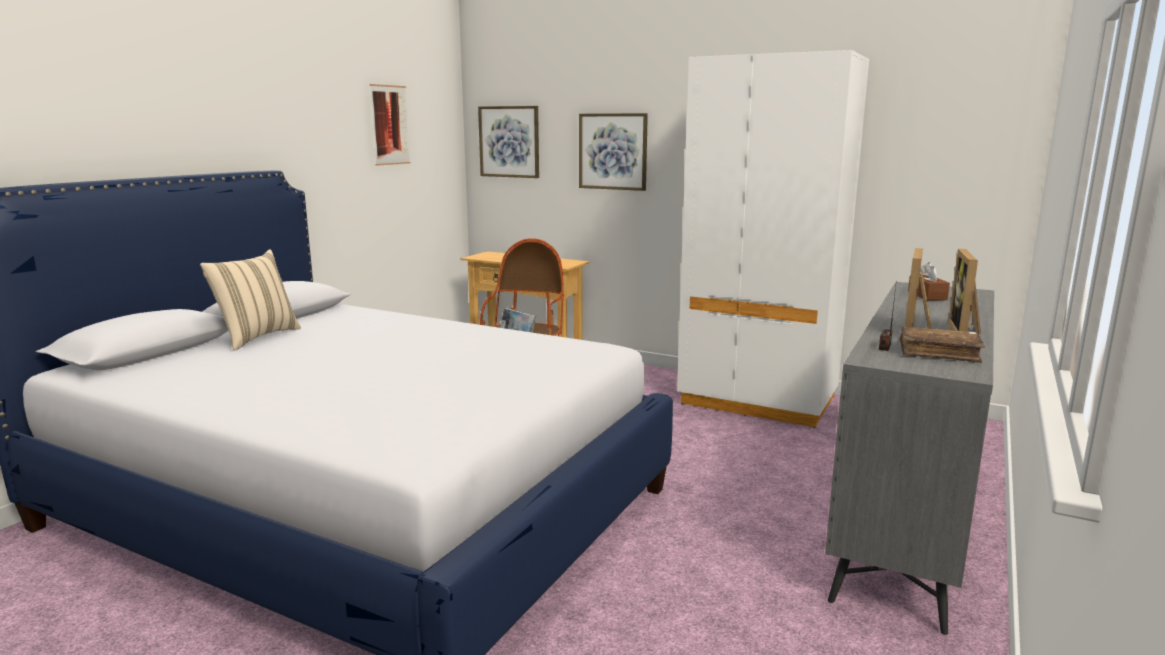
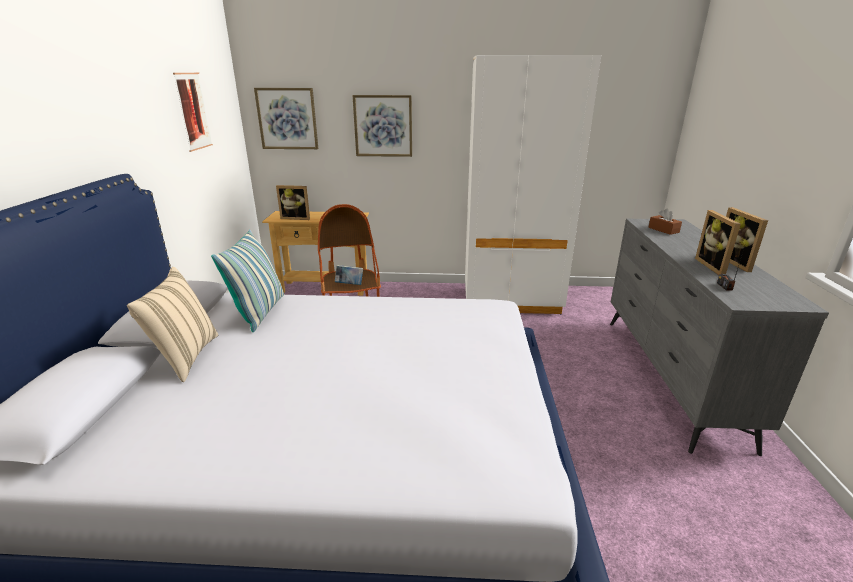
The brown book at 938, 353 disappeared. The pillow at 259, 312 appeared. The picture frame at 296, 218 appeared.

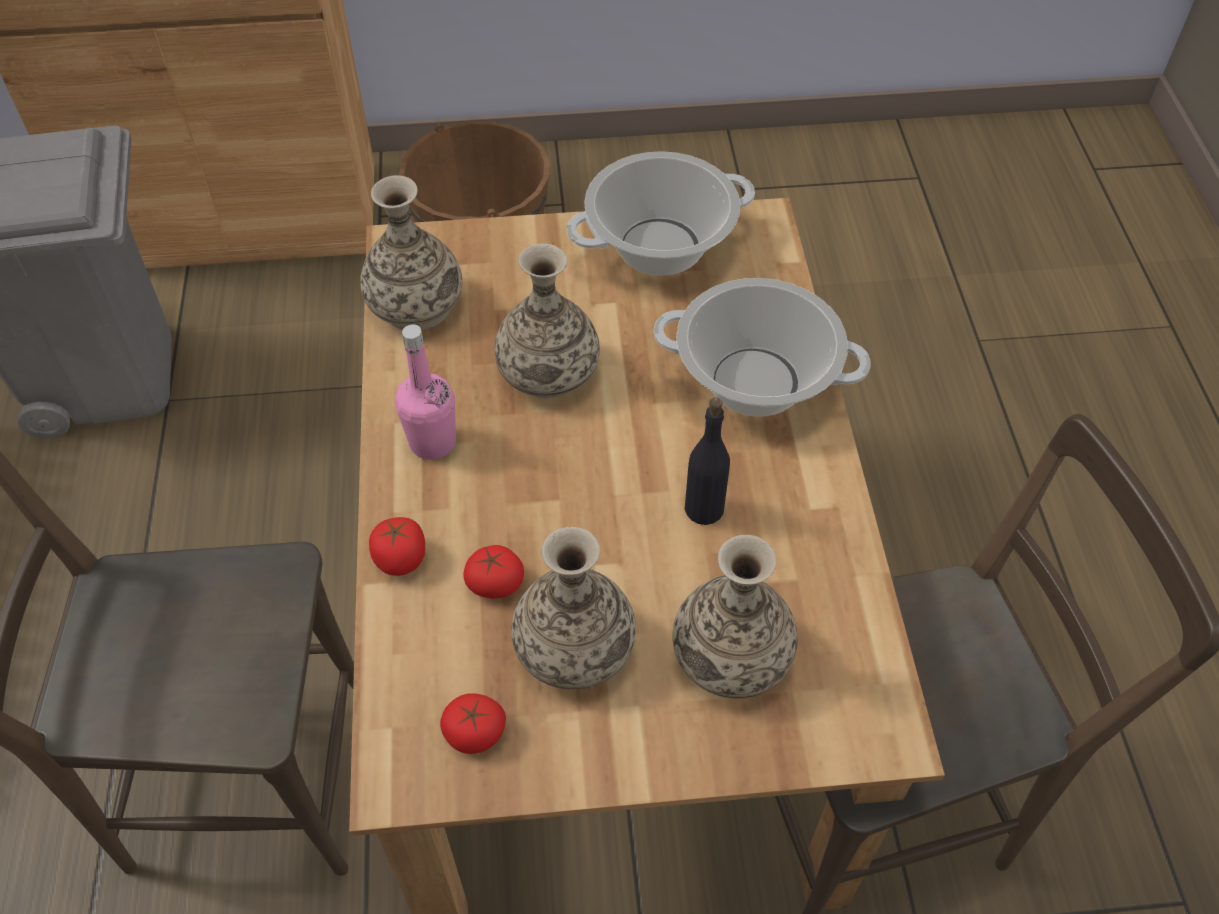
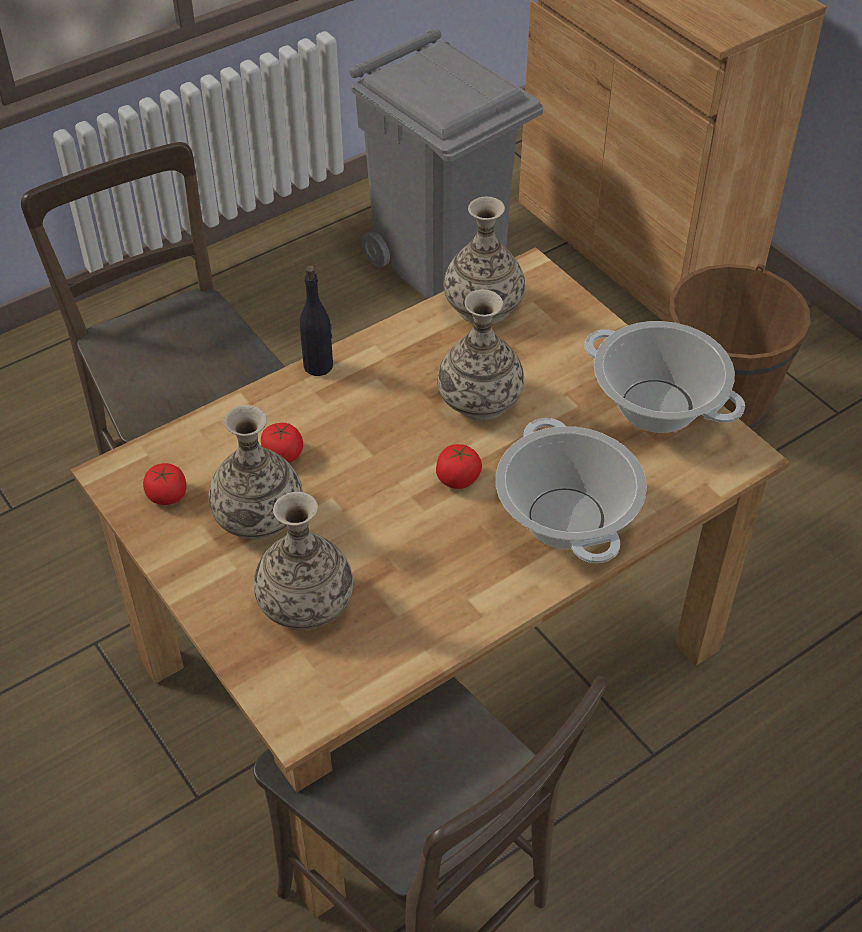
The tomato moved from 401, 559 to 458, 479. The pink bottle at 432, 442 disappeared. The black bottle moved from 704, 508 to 319, 366.

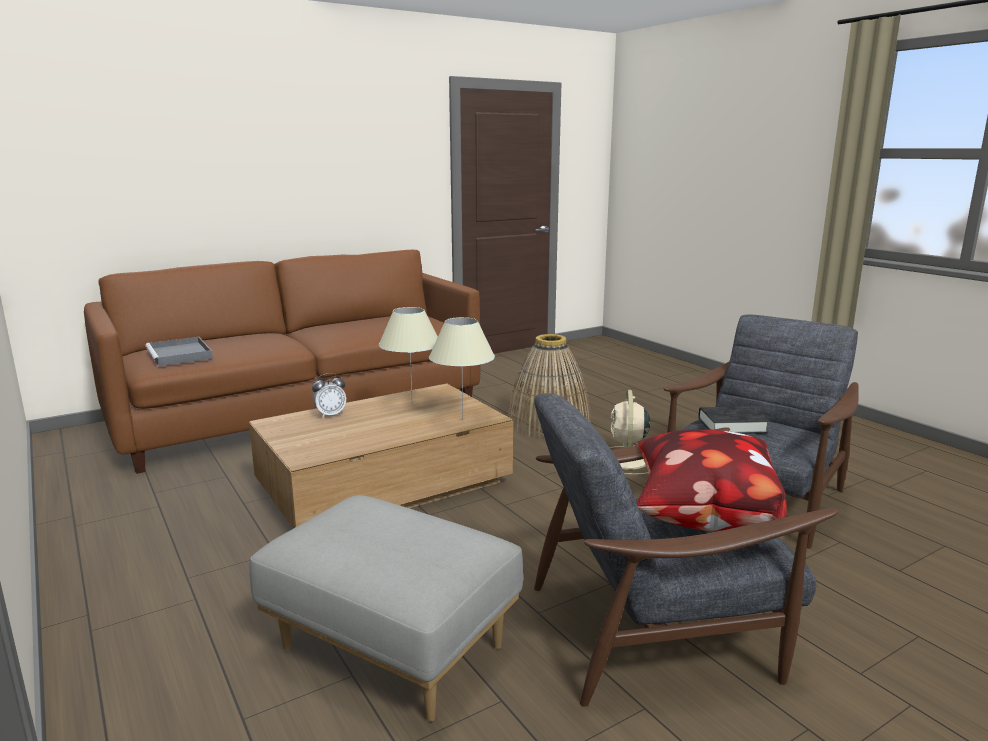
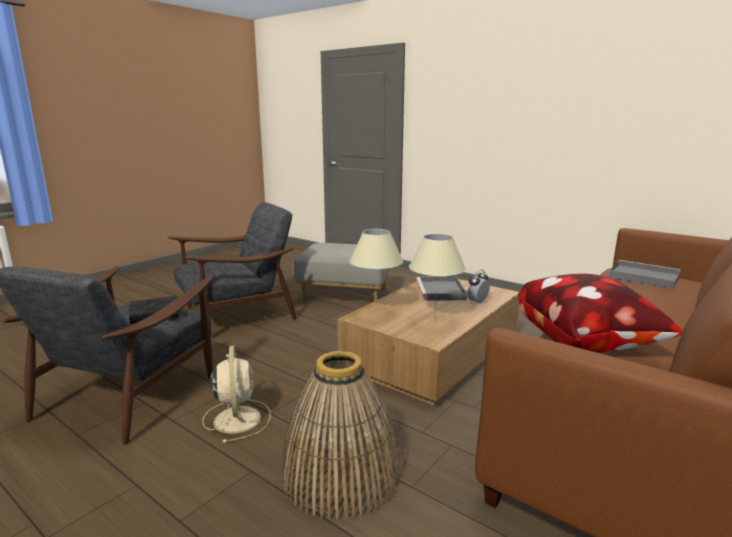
The pillow moved from 700, 518 to 586, 343. The grey tray at 441, 291 appeared.

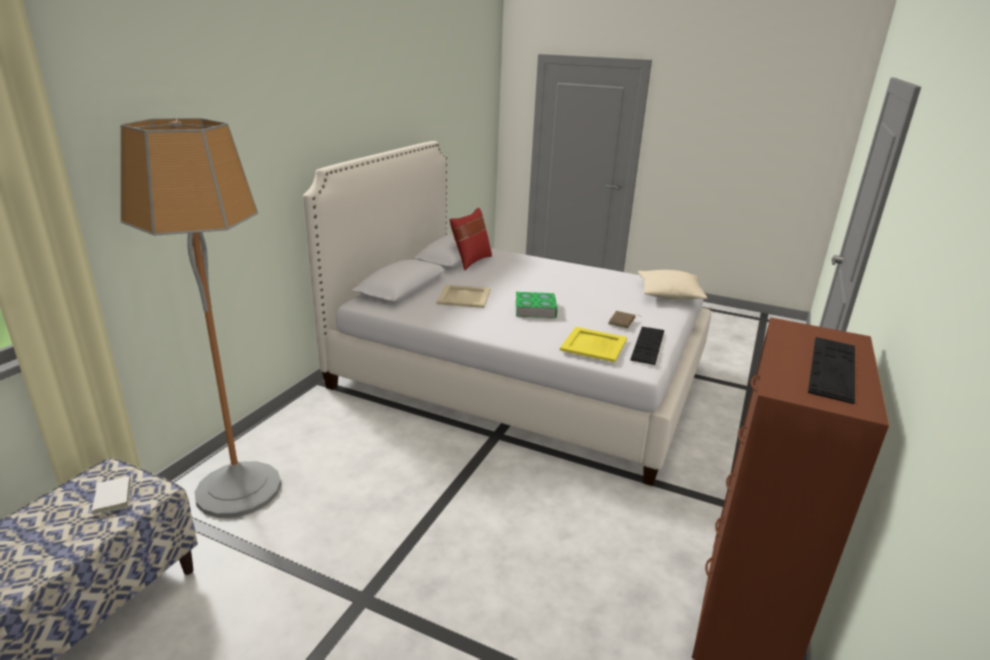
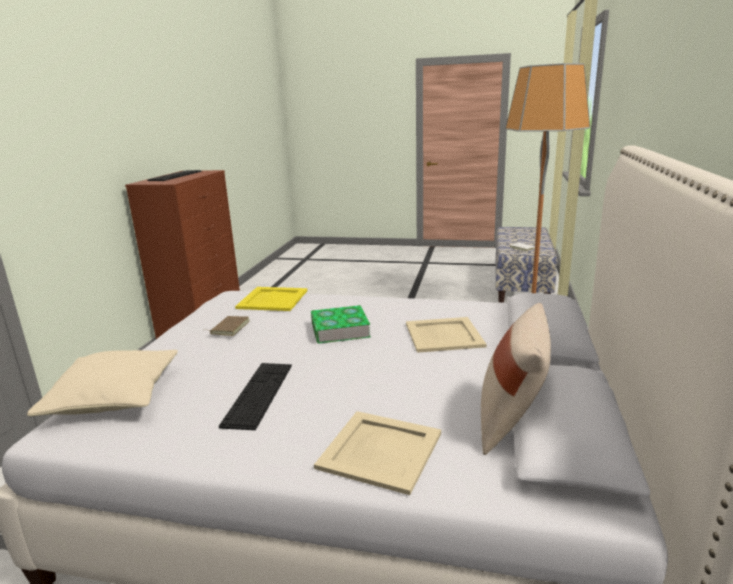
The red pillow at 470, 261 became the beige pillow at 511, 423. The keyboard moved from 648, 345 to 259, 394. The beige tray at 379, 450 appeared.

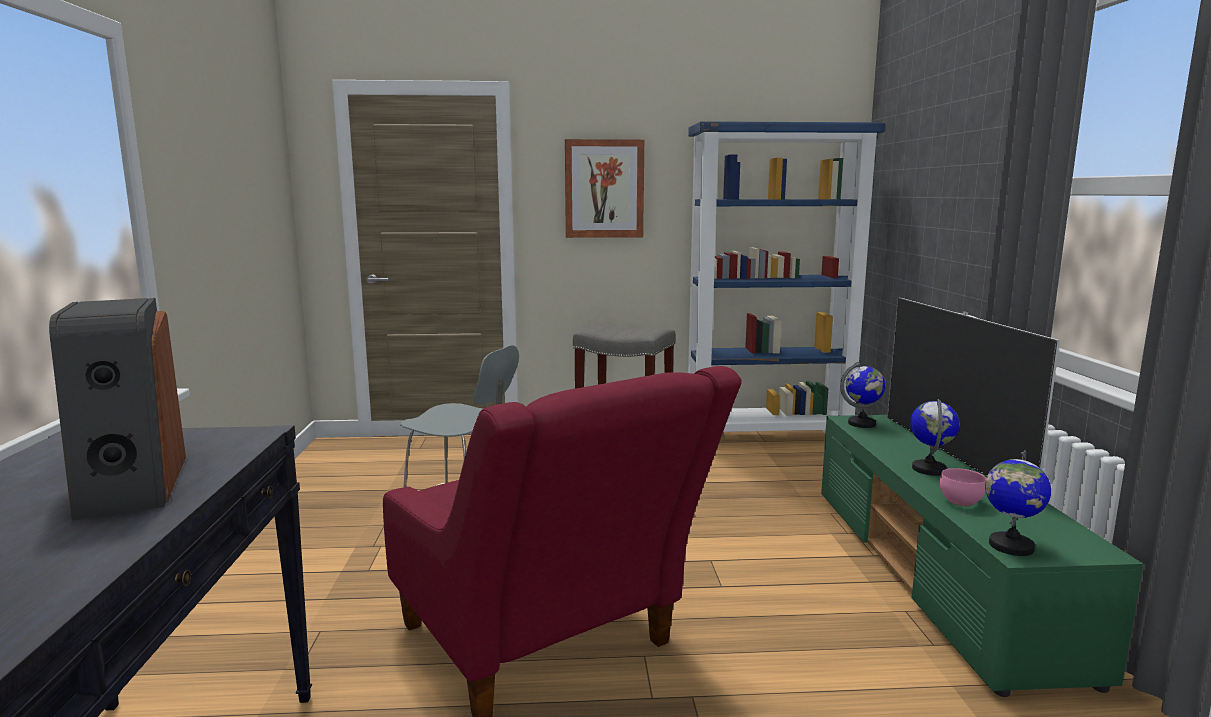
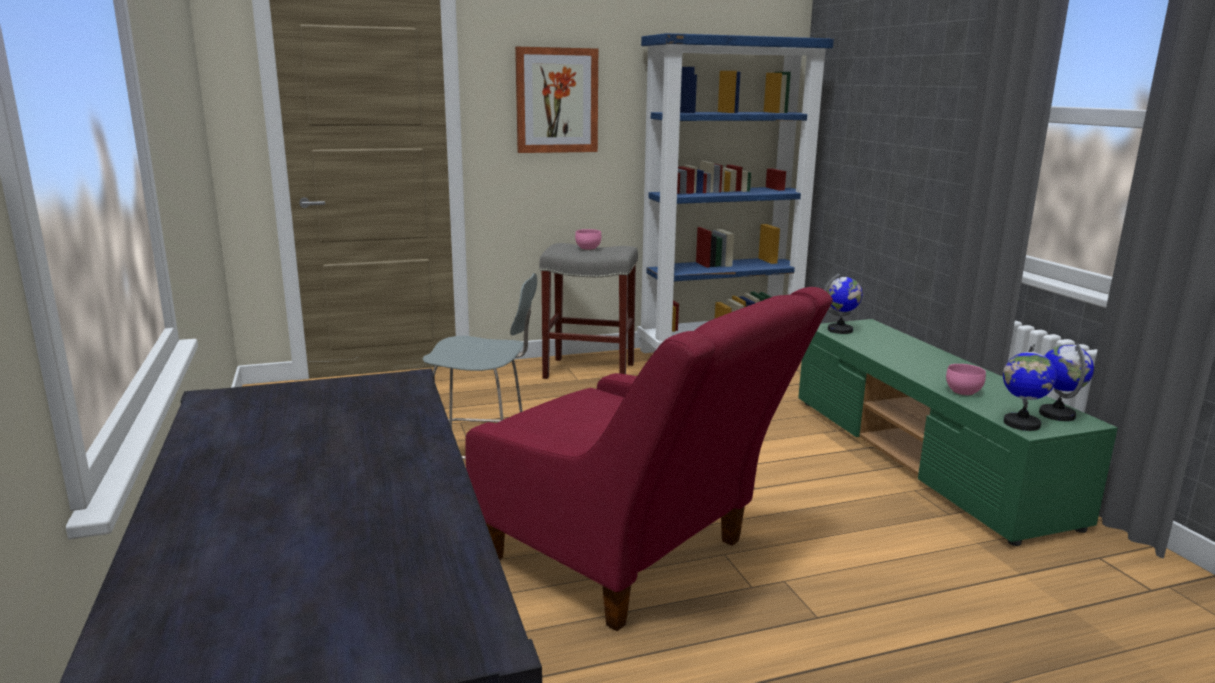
The speaker at 130, 485 disappeared. The television at 951, 455 disappeared. The globe moved from 929, 469 to 1057, 414. The pink bowl at 587, 249 appeared.

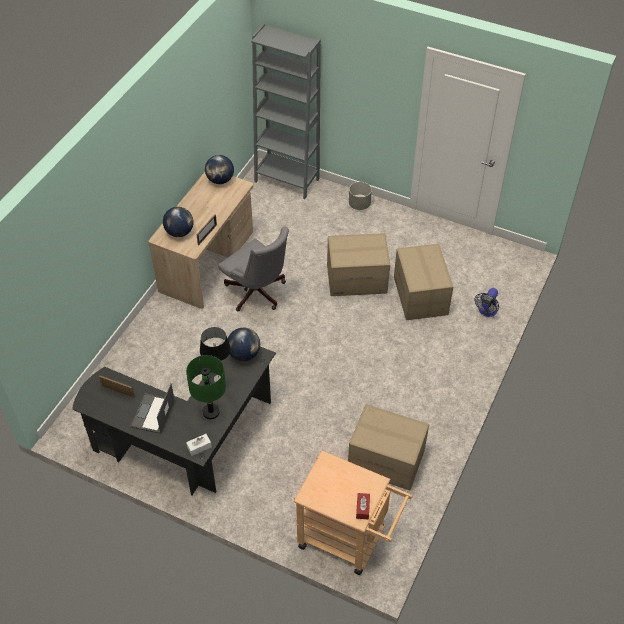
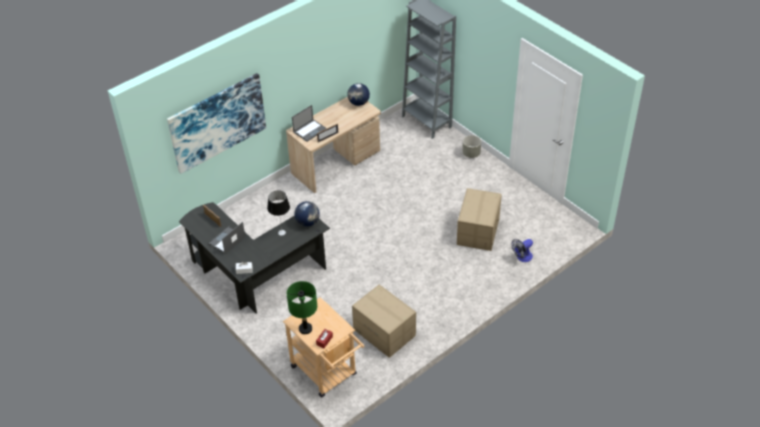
The globe at 179, 232 was replaced by the laptop at 310, 130. The green table lamp moved from 211, 412 to 305, 329. The grey office chair at 258, 294 disappeared. The cardboard box at 357, 278 disappeared. The picture at 217, 122 appeared.

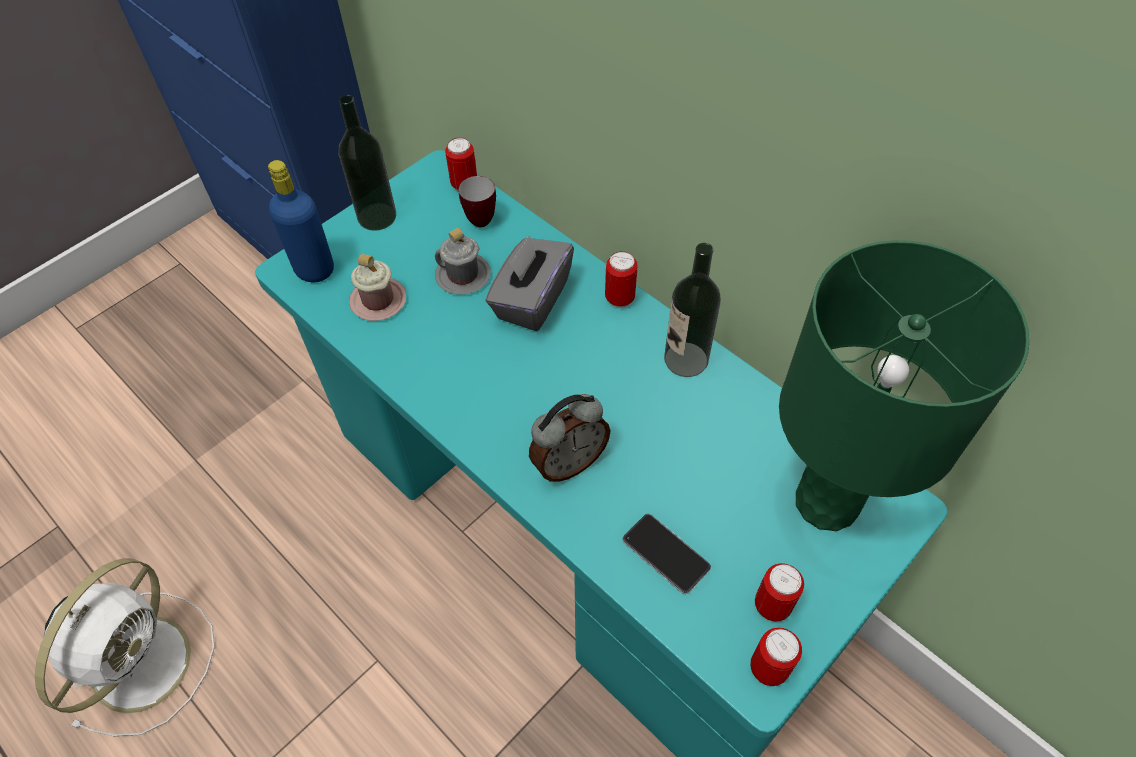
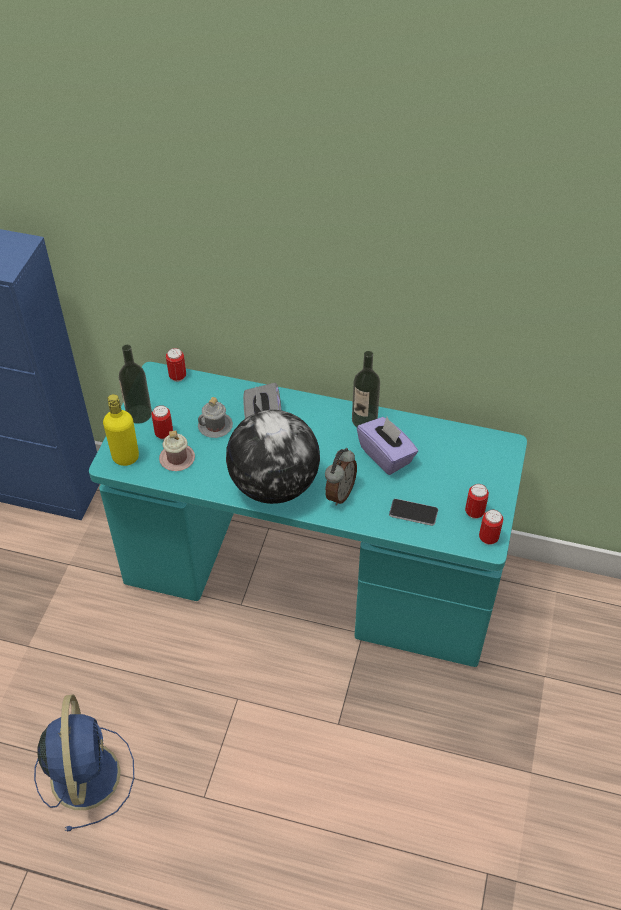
The white fan at 144, 659 became the blue fan at 85, 773. The blue bottle at 314, 269 became the yellow bottle at 125, 457. The mug at 478, 217 disappeared. The can moved from 619, 298 to 164, 434. The green table lamp at 827, 501 disappeared. The globe at 274, 485 appeared. The purple tissue box at 386, 455 appeared.

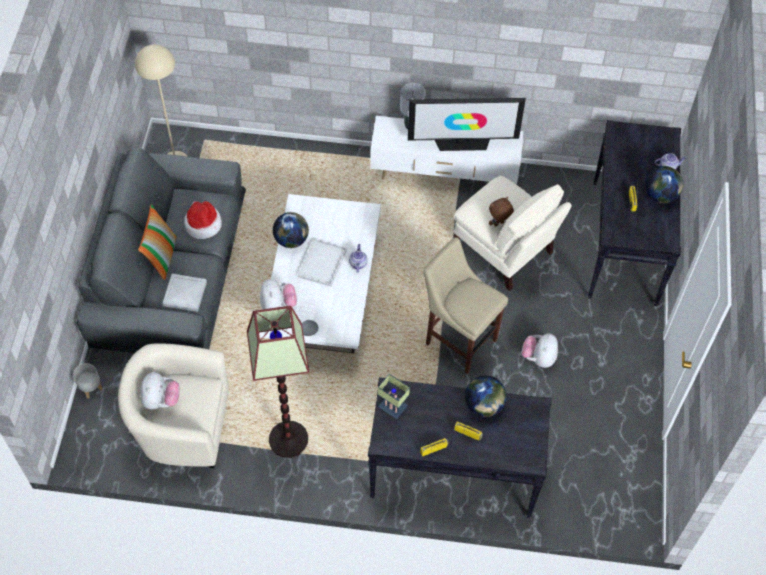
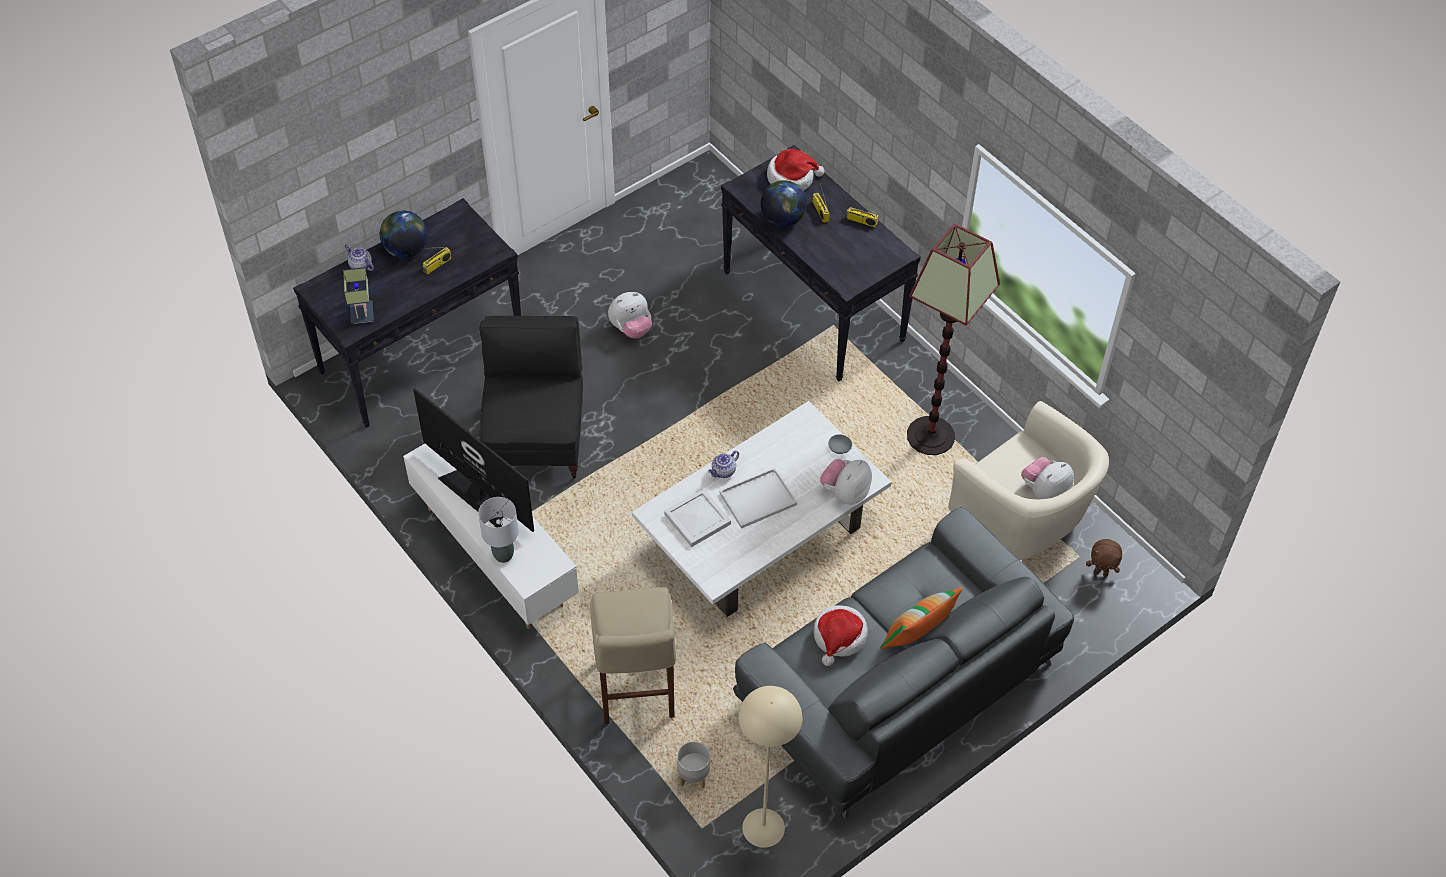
The grey planter moved from 90, 388 to 693, 777. The white tray moved from 185, 294 to 697, 518. The globe at 291, 240 disappeared. The table lamp moved from 391, 407 to 363, 314. The beige stool moved from 458, 339 to 636, 693. The beige armchair at 505, 250 became the black armchair at 537, 436. The brown plush toy moved from 499, 224 to 1101, 572. The hat at 792, 178 appeared.

